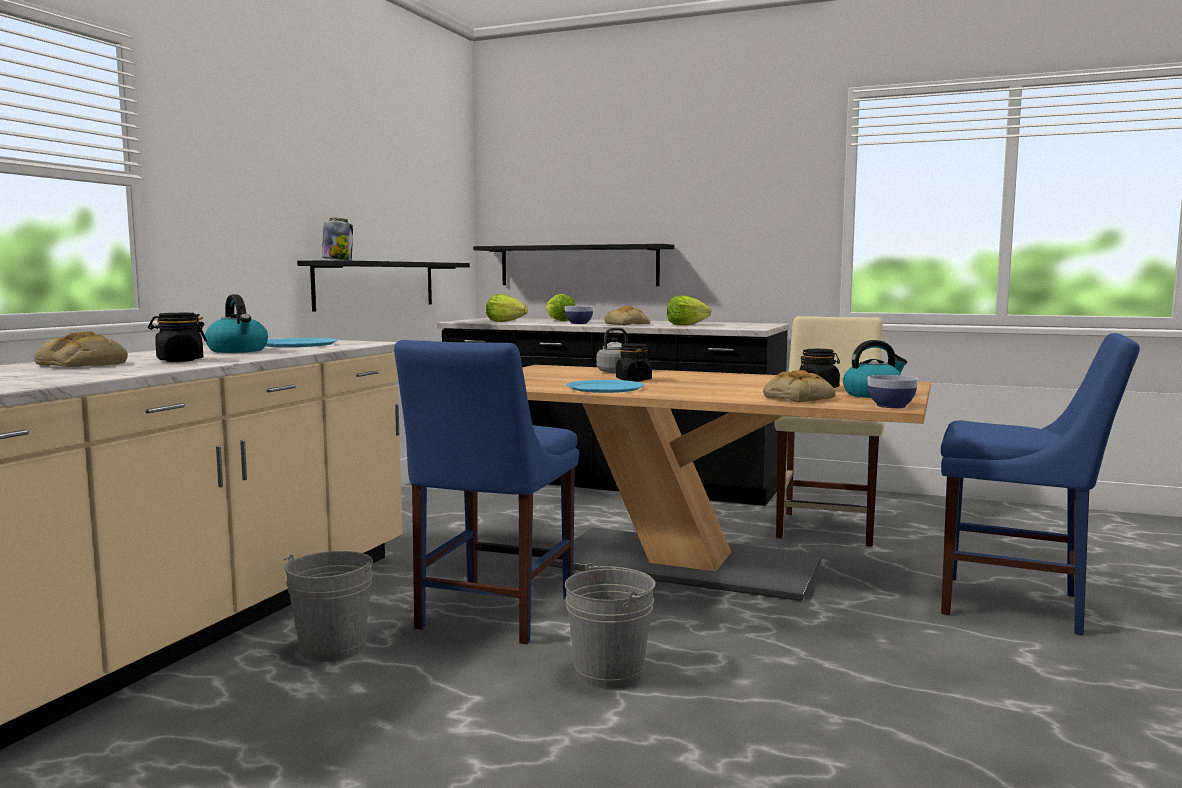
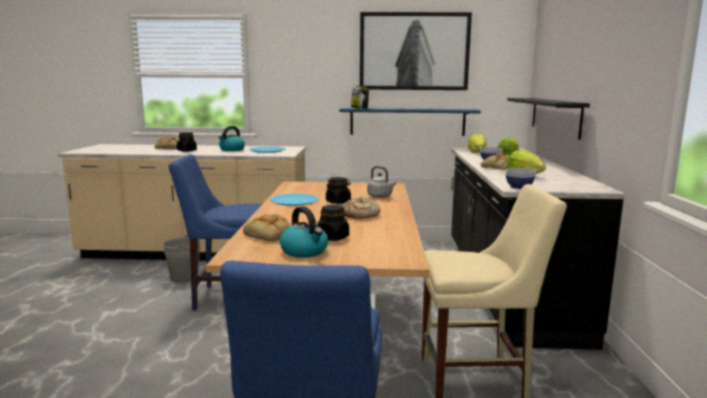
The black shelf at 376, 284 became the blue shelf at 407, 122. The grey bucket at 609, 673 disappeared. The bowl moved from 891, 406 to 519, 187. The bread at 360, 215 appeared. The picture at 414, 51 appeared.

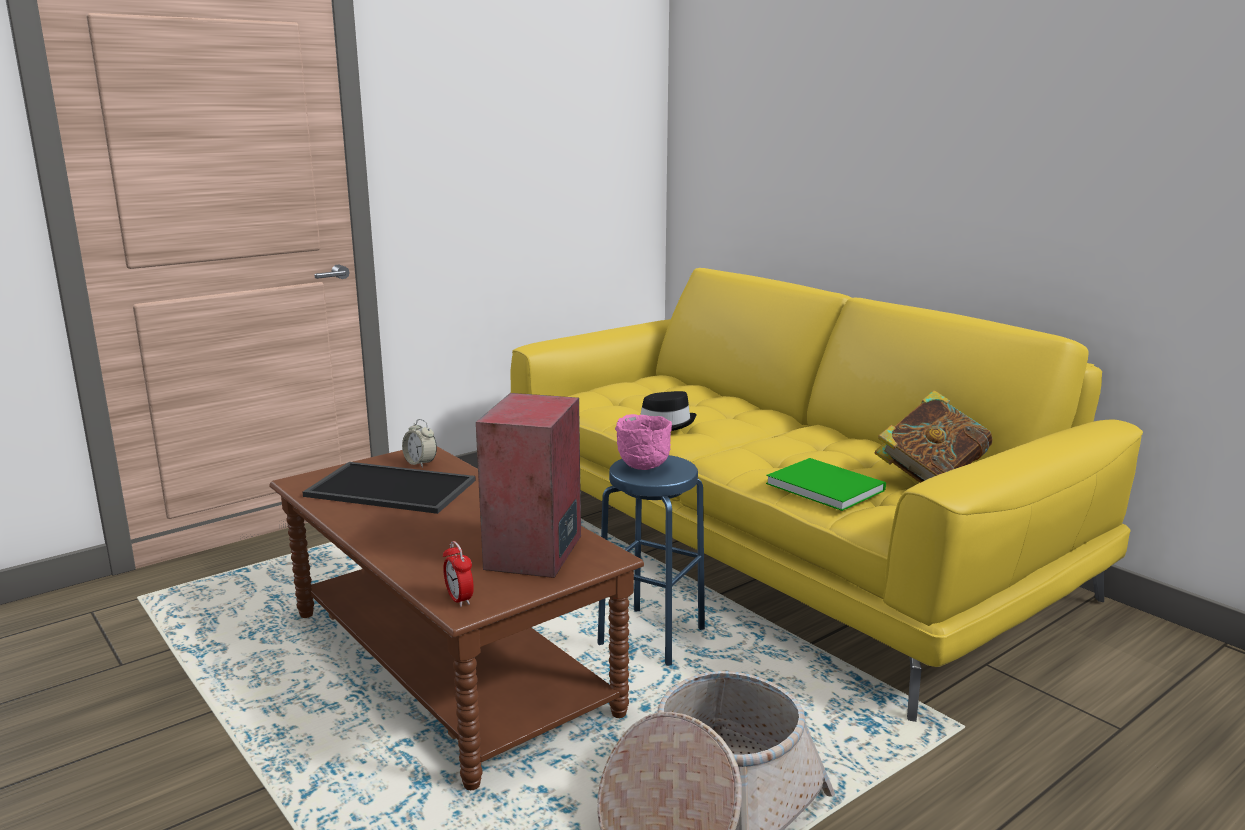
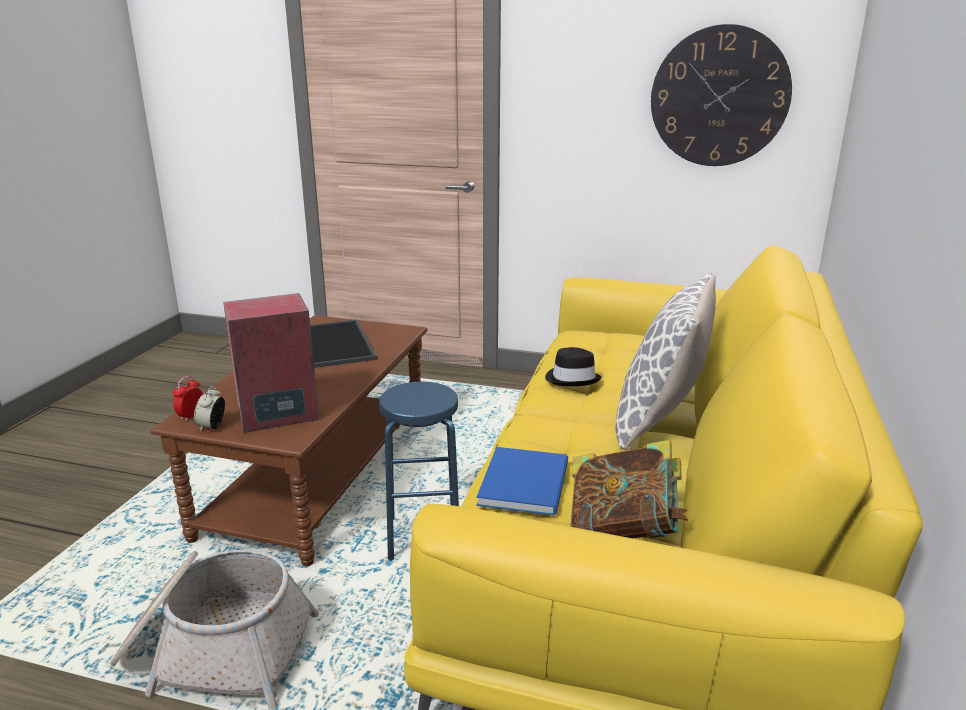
The alarm clock moved from 420, 463 to 212, 426. The pink bowl at 642, 467 disappeared. The green book at 824, 485 became the blue book at 527, 482. The pillow at 659, 421 appeared. The wall clock at 719, 97 appeared.

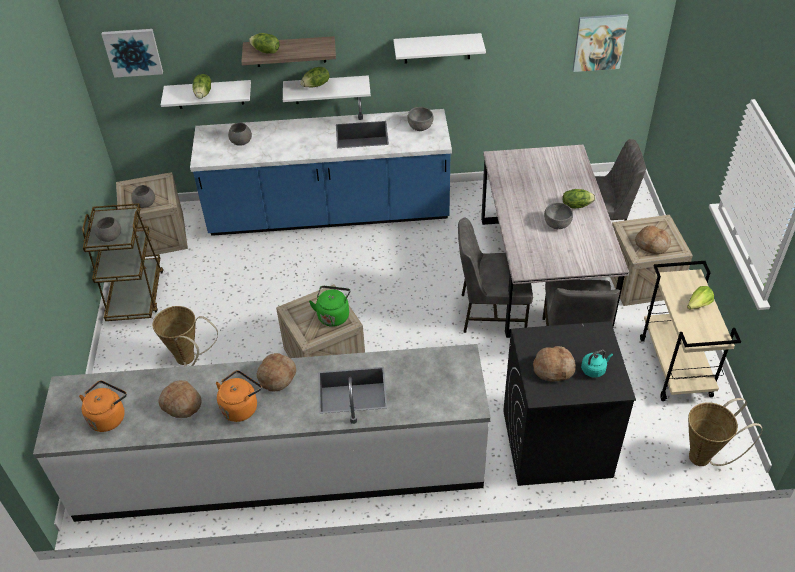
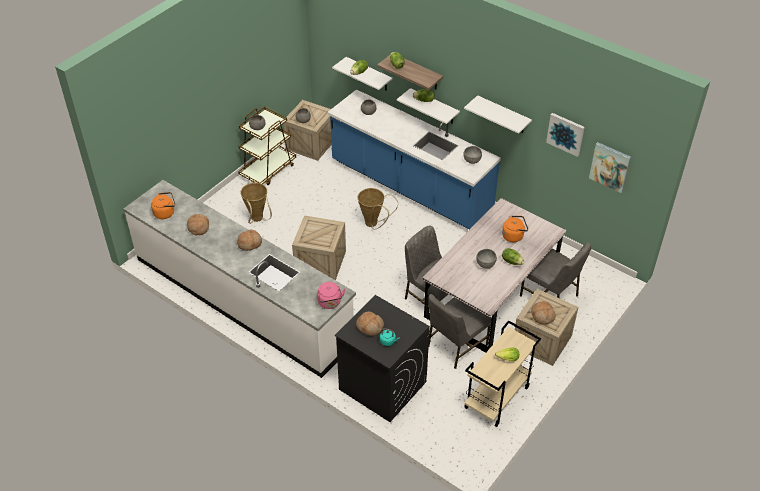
The picture moved from 133, 52 to 565, 134. The orange kettle moved from 241, 407 to 514, 236. The green kettle at 333, 315 disappeared. The basket moved from 704, 457 to 374, 224. The pink kettle at 330, 303 appeared.

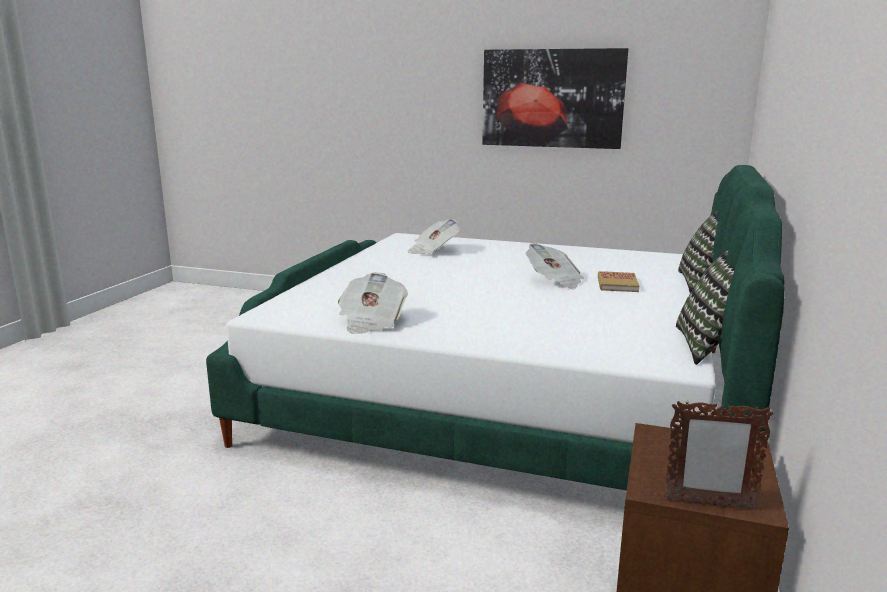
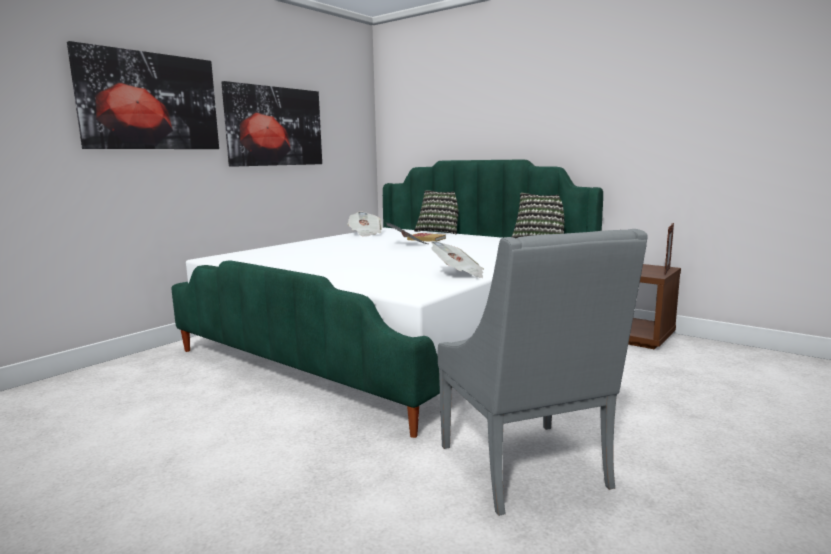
The newspaper moved from 433, 251 to 365, 234. The picture at 150, 101 appeared. The grey armchair at 527, 468 appeared.

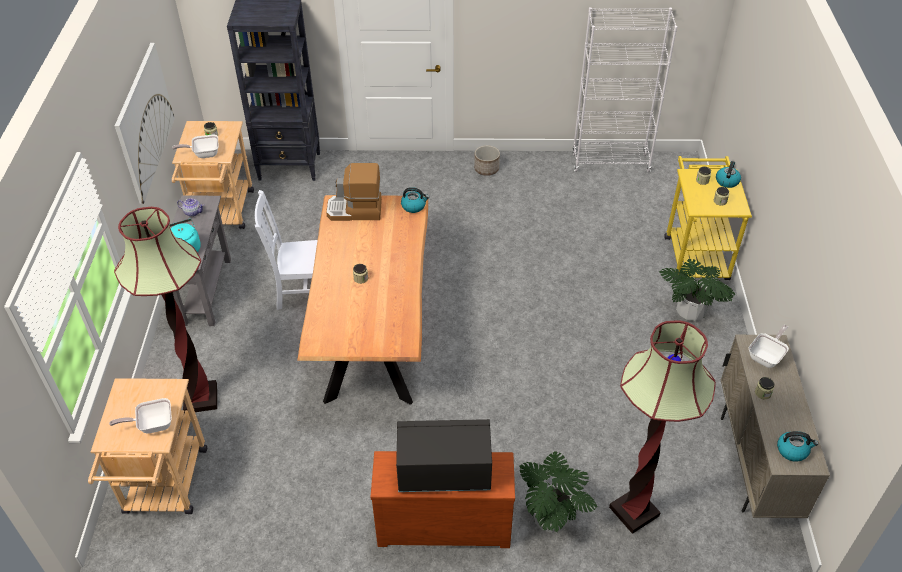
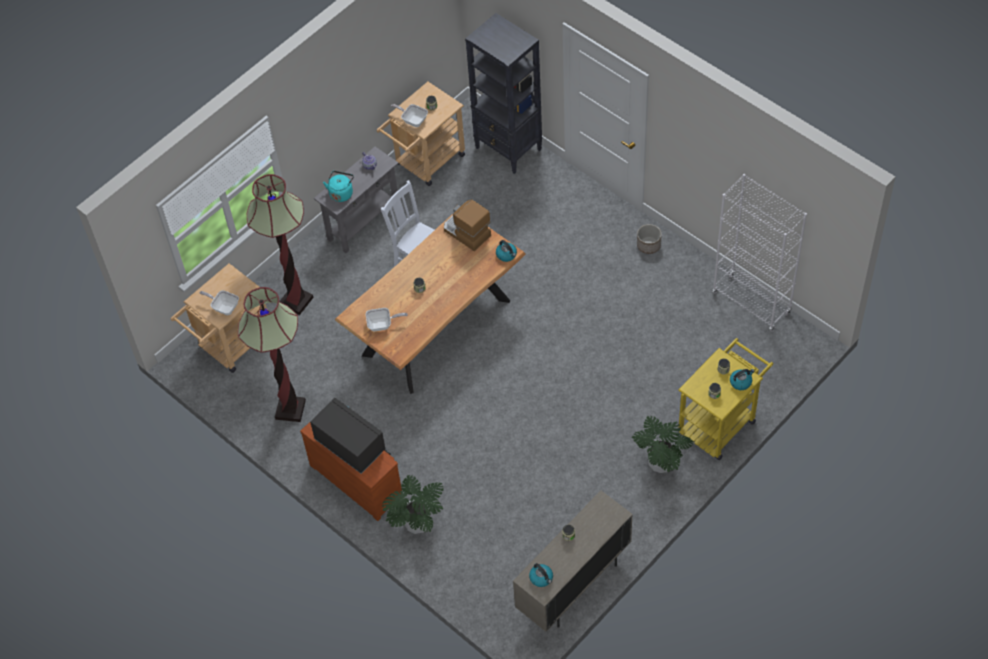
The picture at 144, 121 disappeared. The floor lamp moved from 634, 511 to 290, 409. The frying pan moved from 767, 356 to 382, 325.

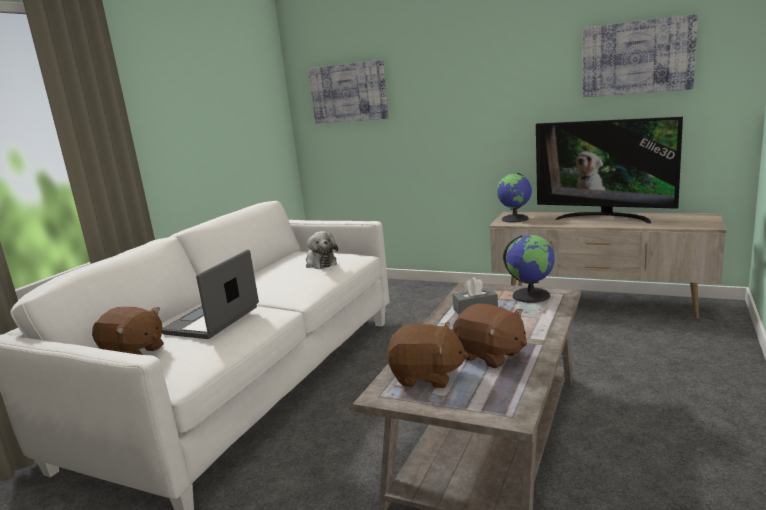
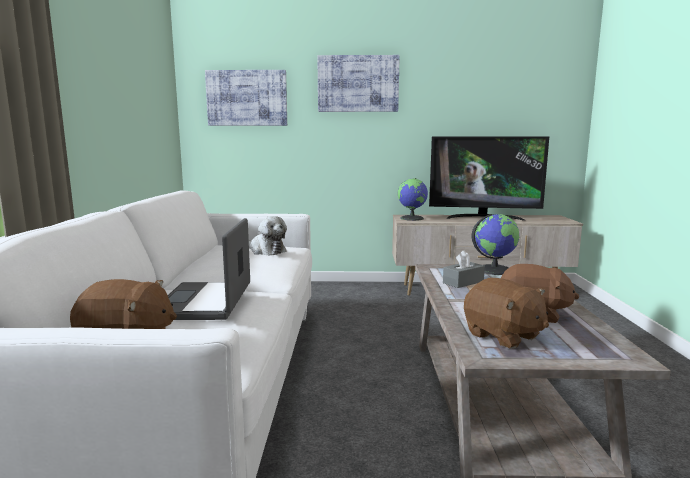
The brown plush toy at 427, 376 turned 60 degrees clockwise. The picture moved from 637, 57 to 358, 84.

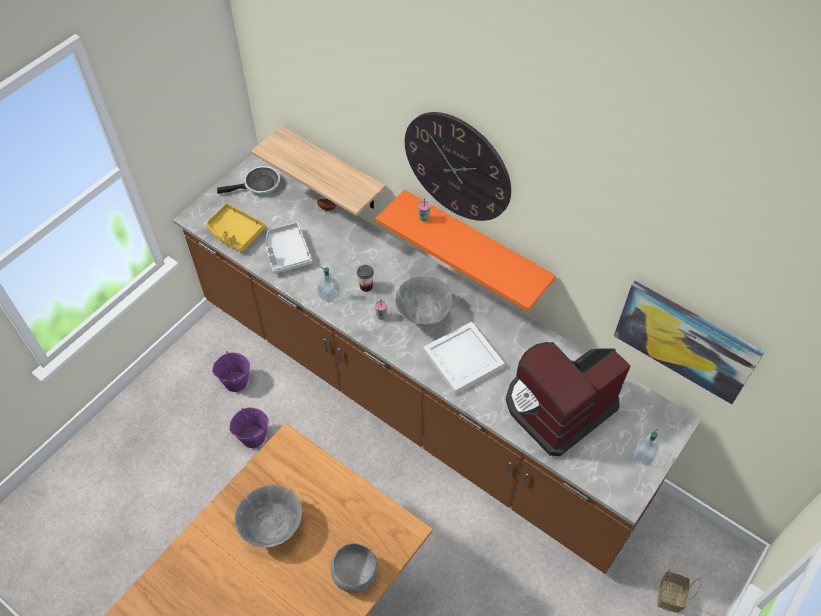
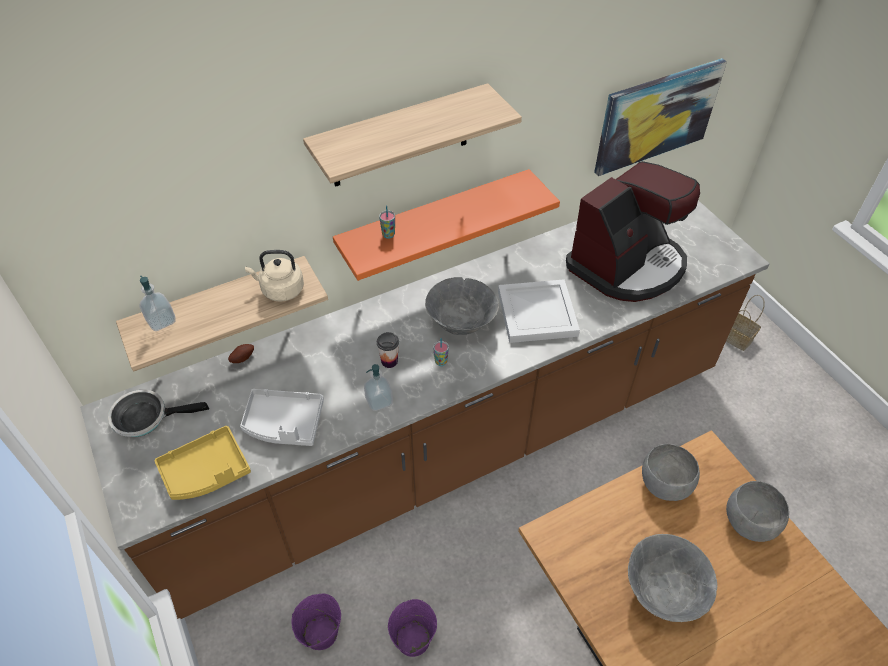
The frying pan at 259, 186 turned 105 degrees counterclockwise. The wall clock at 457, 167 was replaced by the shelf at 400, 137. The coffee machine at 557, 407 turned 120 degrees counterclockwise. The soap dispenser moved from 643, 456 to 161, 321. The beige kettle at 280, 290 appeared. The grey bowl at 663, 484 appeared.

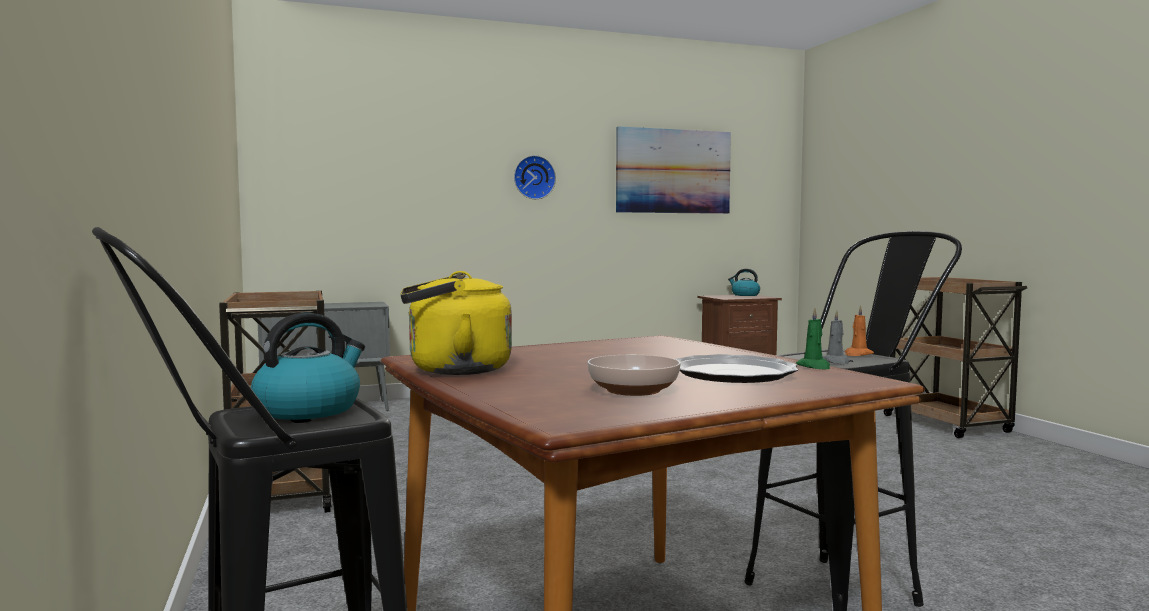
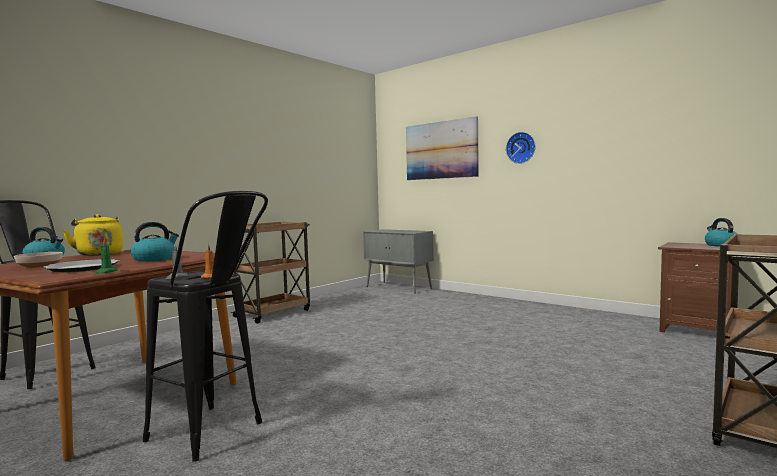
The picture moved from 673, 171 to 441, 150. The kettle at 154, 259 appeared.

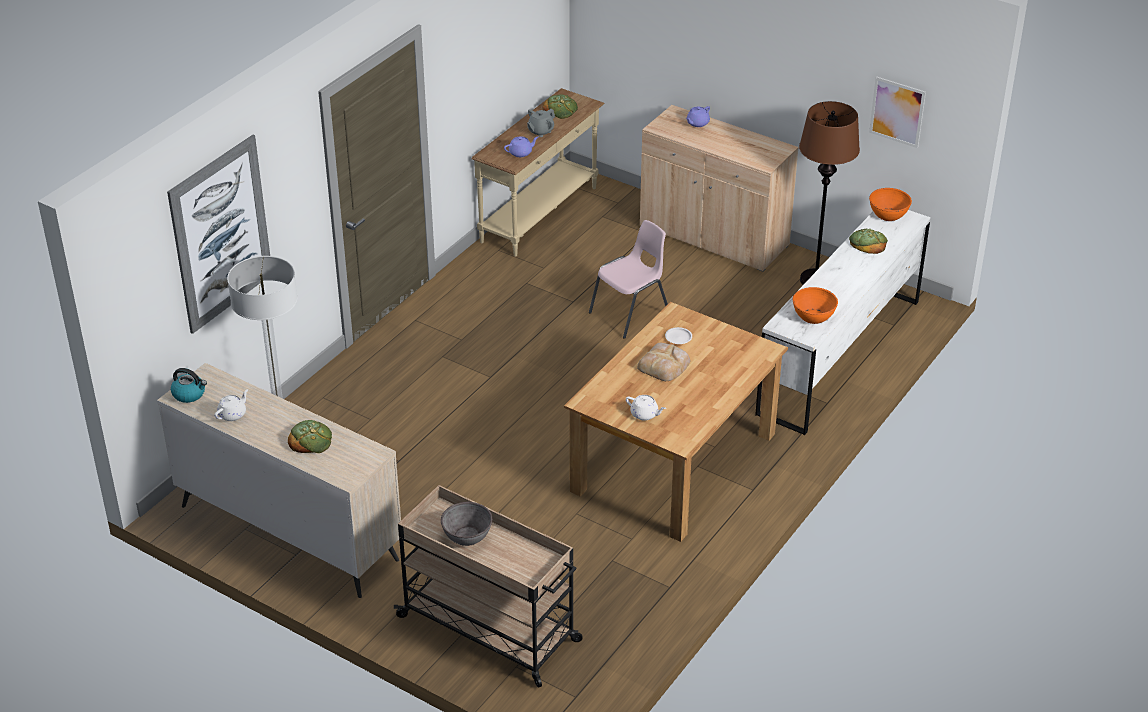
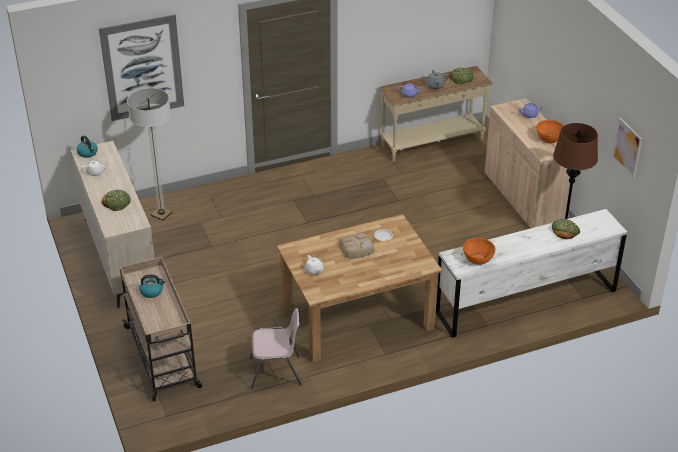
The grey bowl at 467, 536 was replaced by the kettle at 152, 291. The pink chair moved from 631, 313 to 276, 372. The orange bowl moved from 888, 215 to 549, 138.

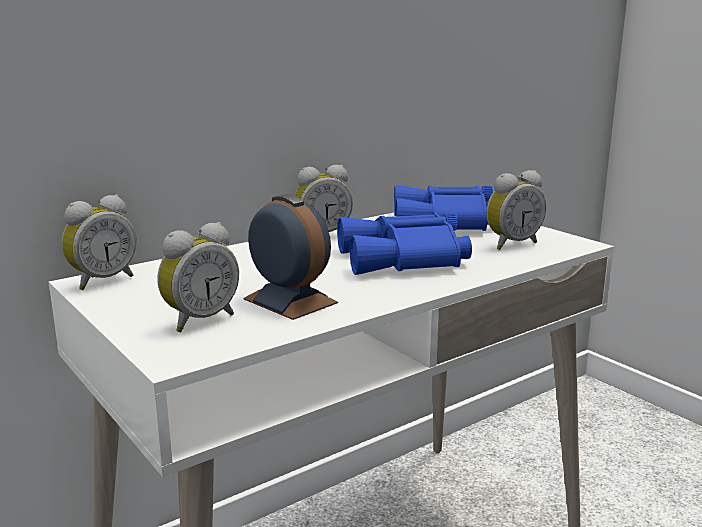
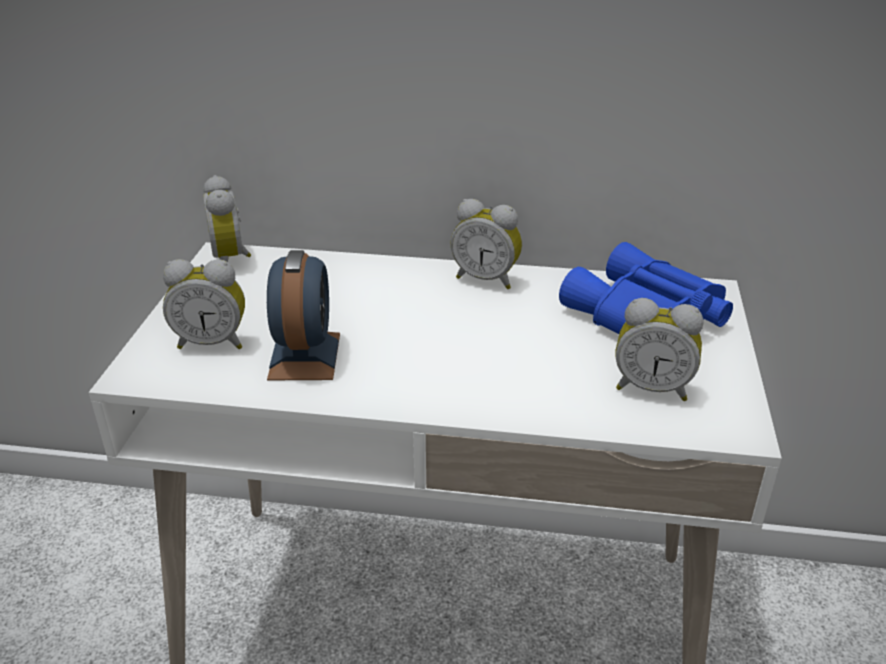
The alarm clock at 102, 281 turned 75 degrees clockwise. The blue binoculars at 405, 259 disappeared.

